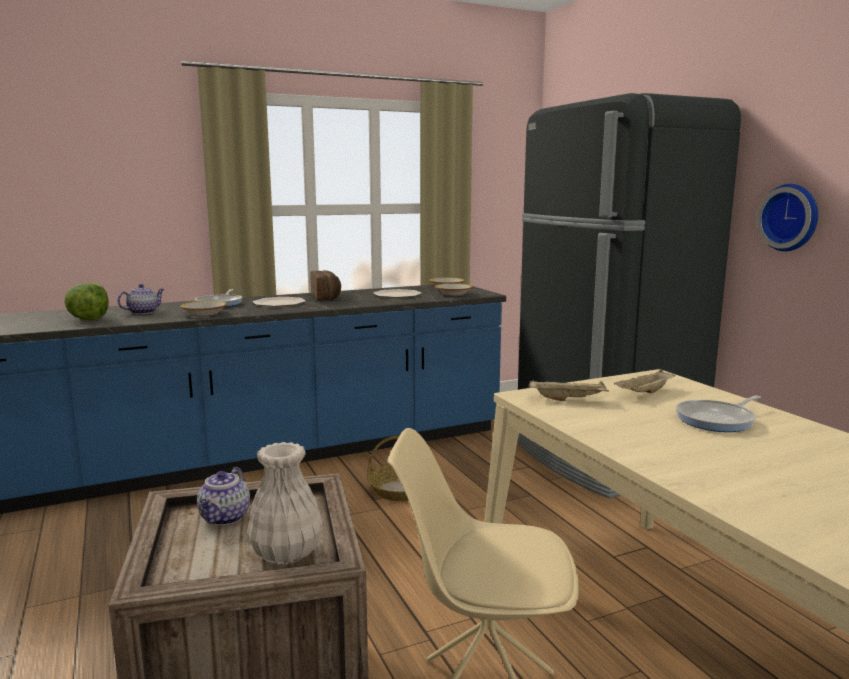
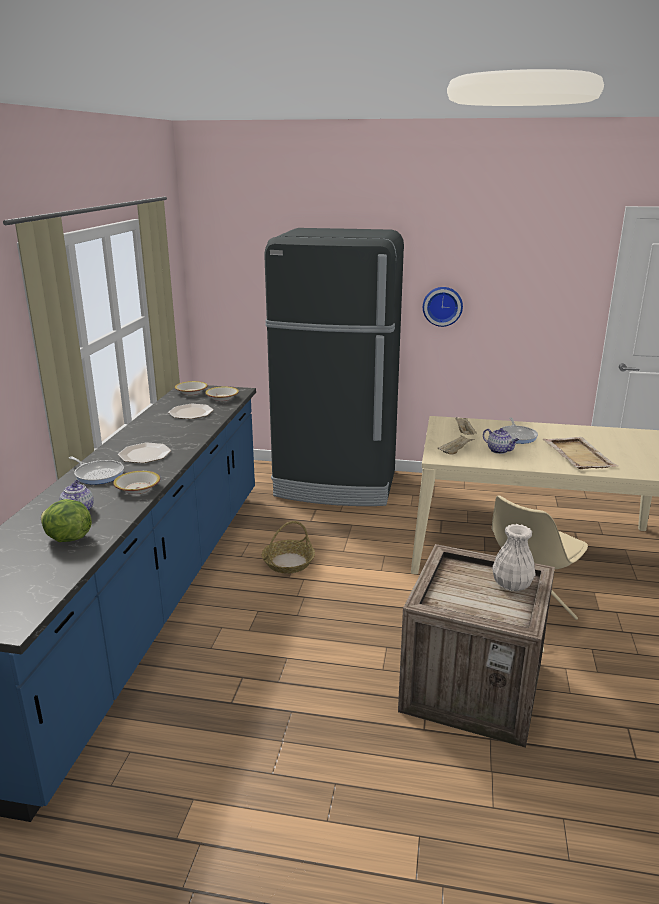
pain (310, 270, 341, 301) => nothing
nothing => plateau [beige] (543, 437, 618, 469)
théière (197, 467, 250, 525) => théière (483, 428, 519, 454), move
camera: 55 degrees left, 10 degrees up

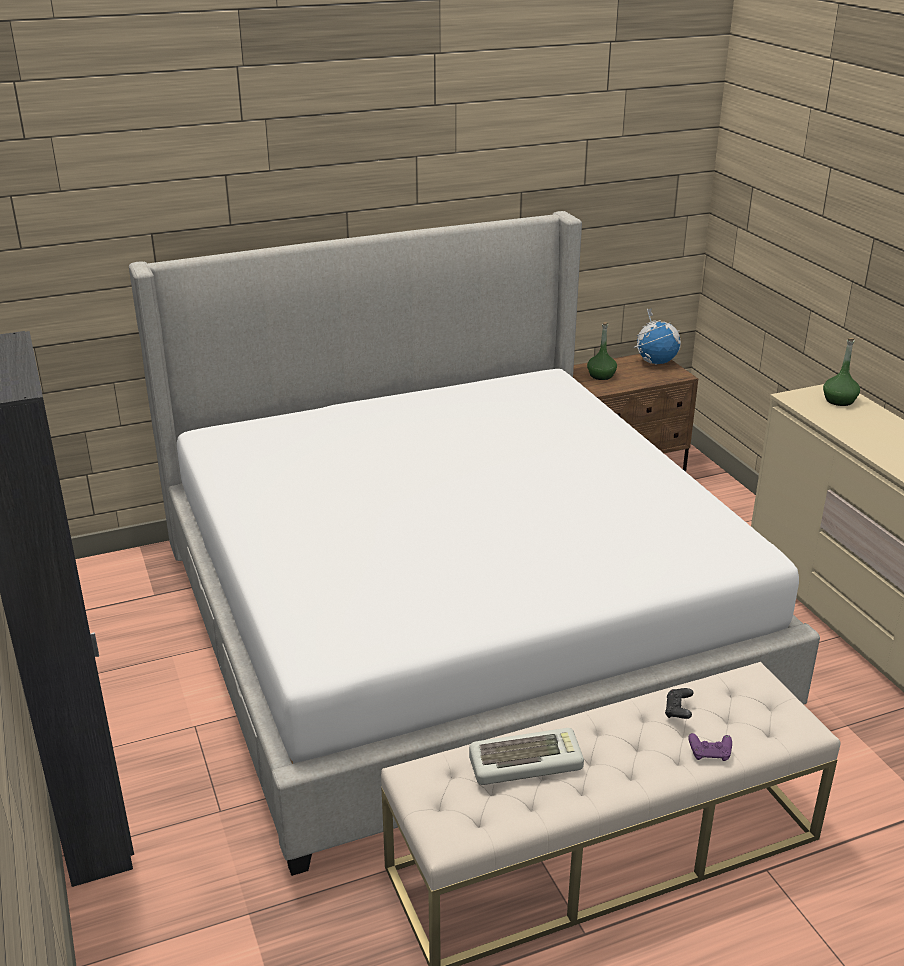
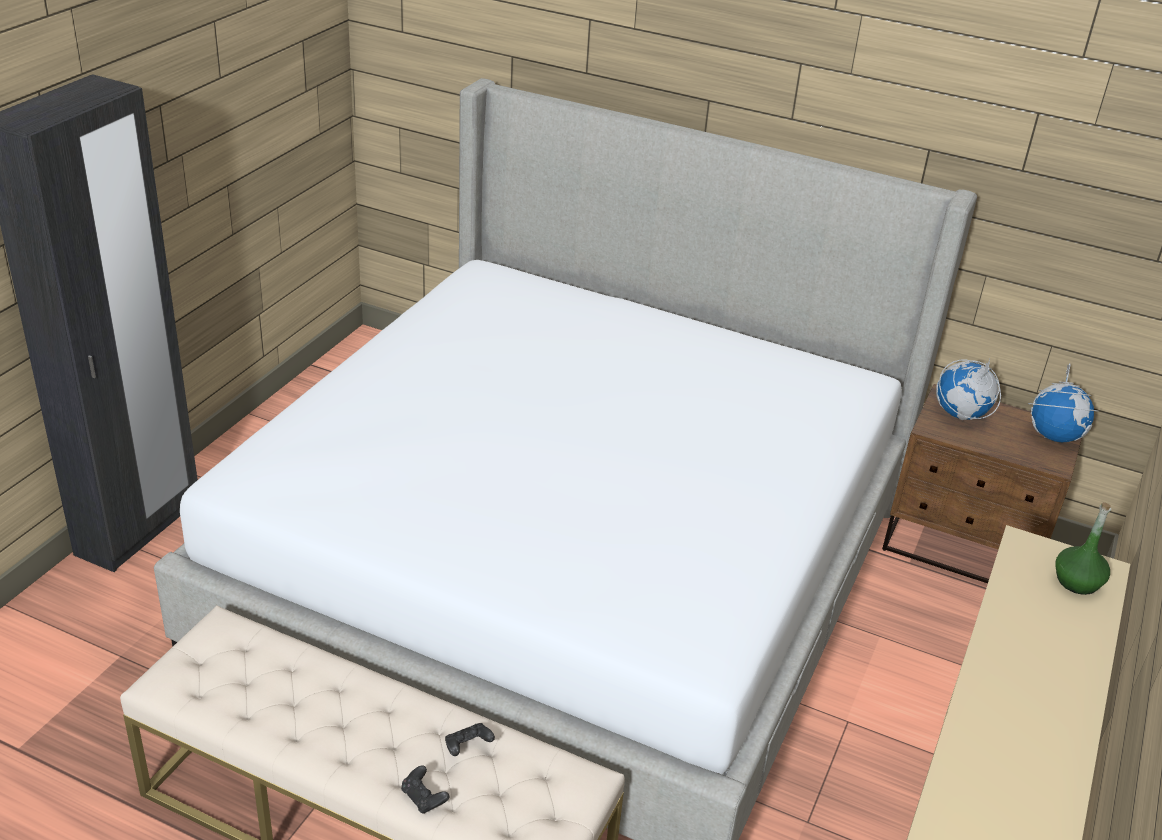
clavier (469, 728, 584, 785) => nothing
bouteille [vert] (587, 322, 617, 380) => globe (936, 359, 1001, 420)
manette [violet] (688, 733, 732, 761) => manette [noir] (401, 765, 449, 814)
camera: 45 degrees right, 5 degrees up

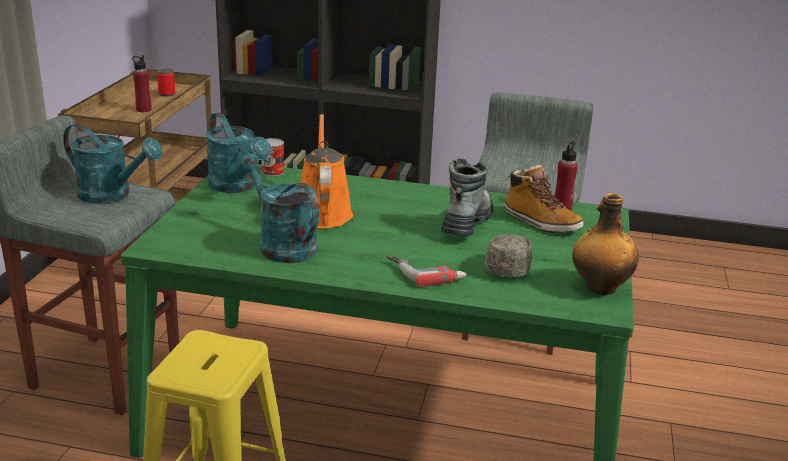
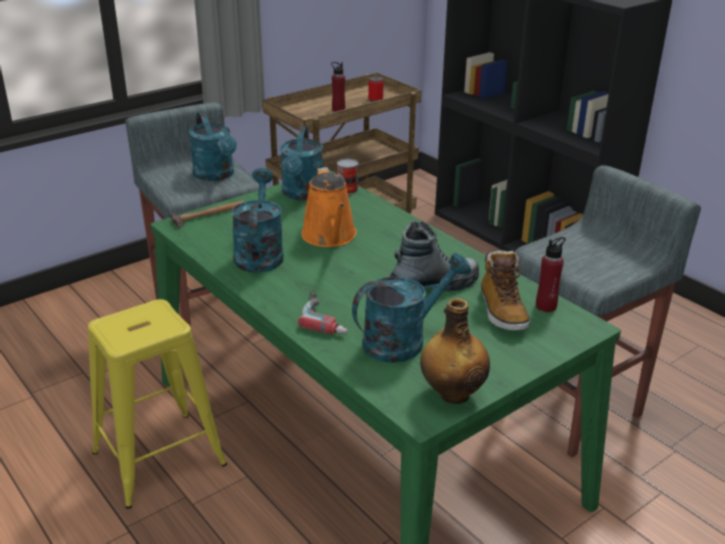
nothing => marteau (171, 200, 246, 228)
casquette [gris] (485, 234, 532, 277) => arrosoir [turquoise] (352, 253, 471, 363)
arrosoir [orange] (300, 114, 353, 228) => arrosoir [orange] (301, 167, 357, 247), 135 degrees clockwise
camera: 40 degrees right, 5 degrees up

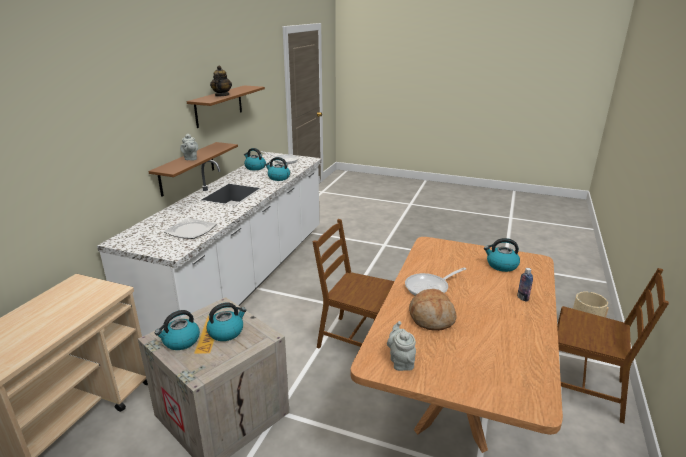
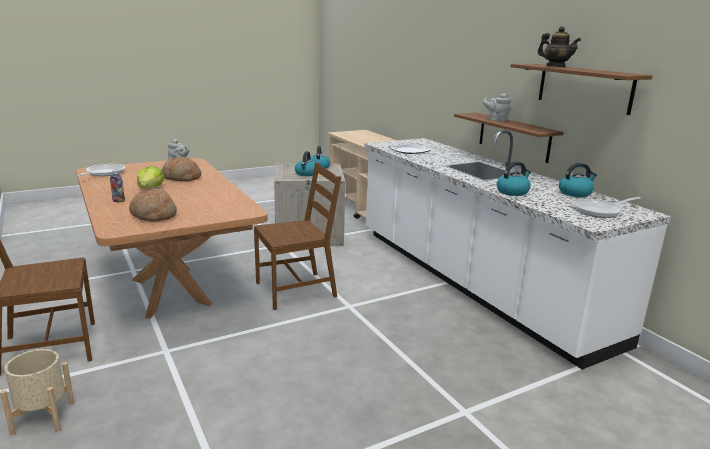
nothing => laitue (137, 166, 164, 189)
poêle (405, 267, 466, 295) => poêle (76, 164, 125, 176), move
bouilloire (484, 238, 520, 272) => pain (129, 189, 177, 222)
camera: 130 degrees right, 5 degrees down

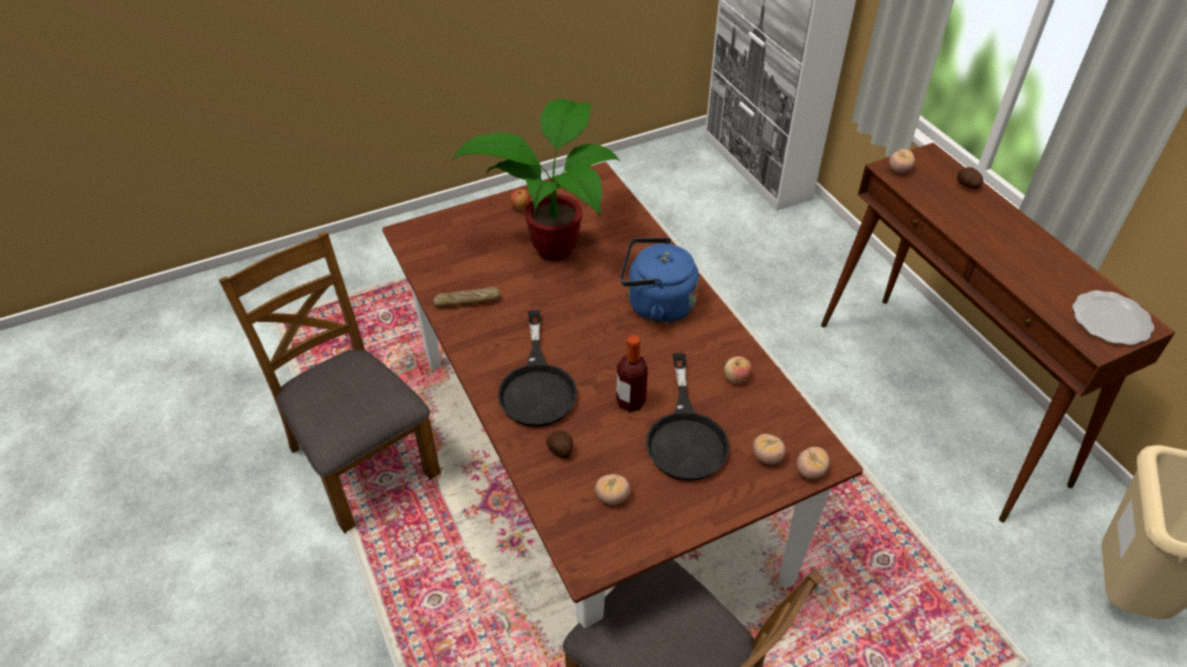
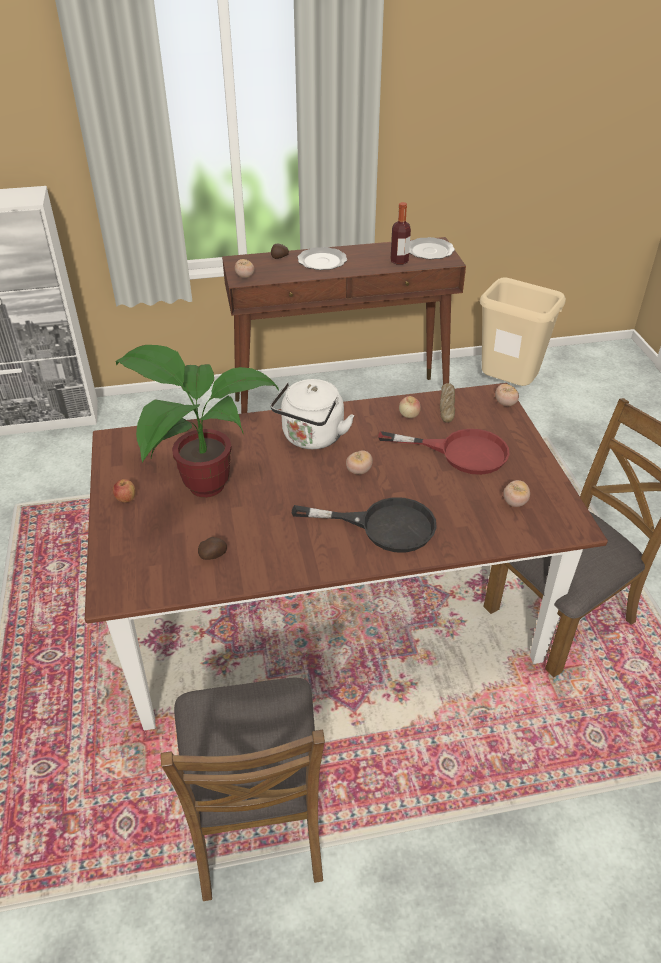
nothing => assiette (297, 247, 347, 270)
pain (433, 287, 501, 306) => pain (440, 383, 455, 423), move
pomme de terre (546, 431, 573, 459) => pomme de terre (198, 537, 227, 560), move
bouteille (616, 335, 648, 412) => bouteille (391, 202, 411, 265), move
tomate (753, 434, 786, 464) => tomate (346, 450, 373, 474), move
bouilloire [bleu] (620, 238, 699, 323) => bouilloire [blanc] (270, 379, 354, 449)
poêle [noir] (646, 353, 729, 481) => poêle [rouge] (378, 429, 510, 475)
chaise [marron] (219, 232, 441, 534) => chaise [marron] (161, 678, 325, 901), 75 degrees counterclockwise
camera: 75 degrees left, 5 degrees down

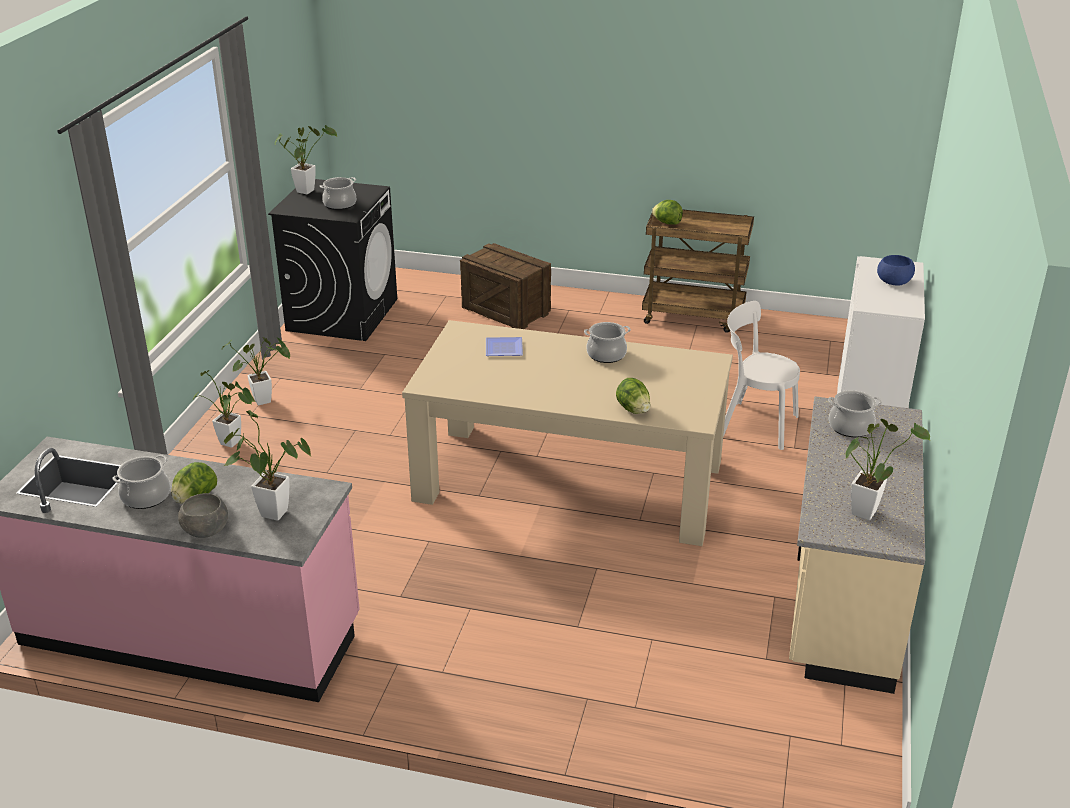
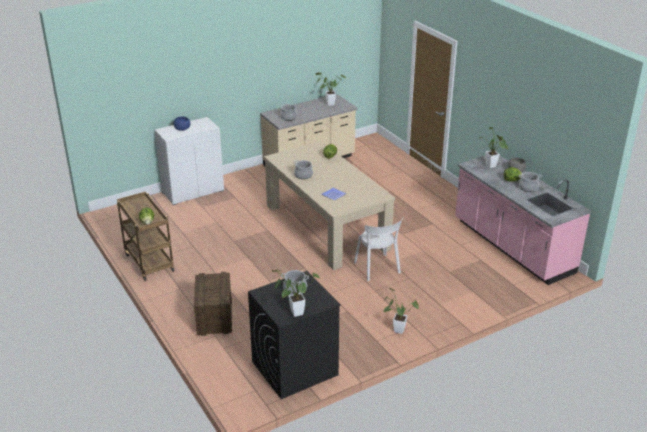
plante en pot (191, 370, 256, 448) => nothing
chaise [blanc] (723, 301, 800, 450) => chaise [blanc] (354, 217, 404, 281), move
camera: 135 degrees left, 0 degrees up

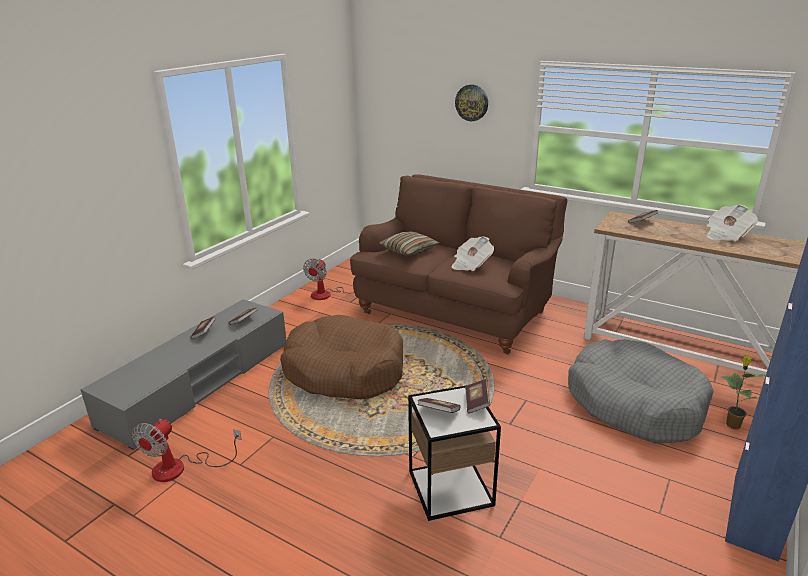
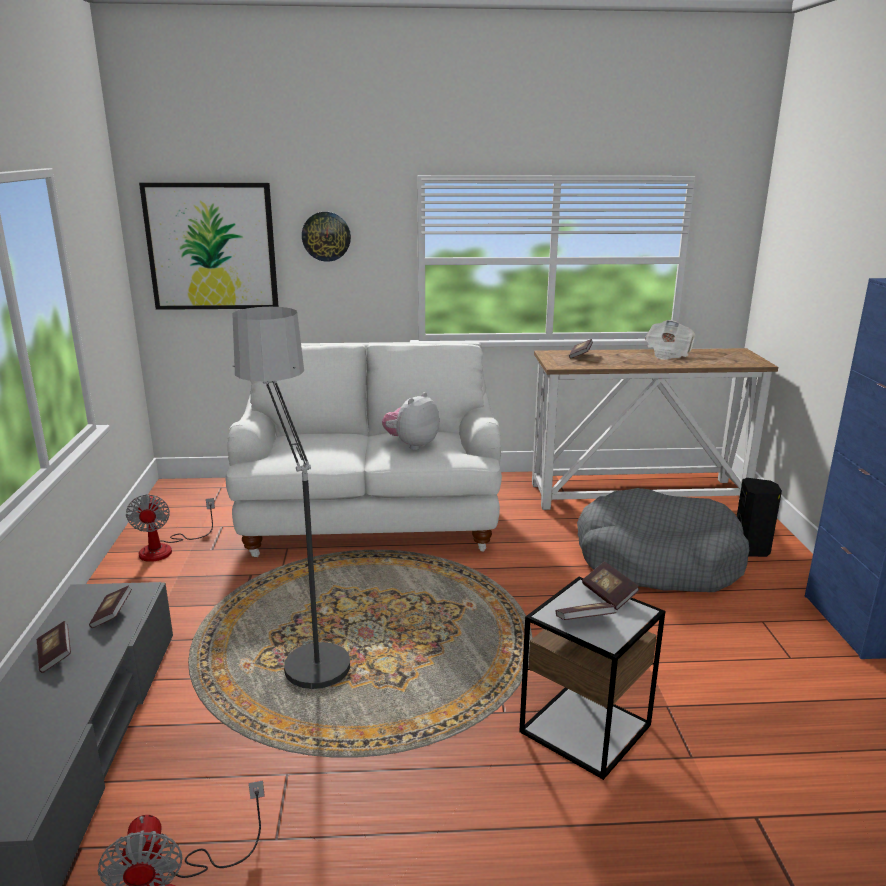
coussin (379, 231, 439, 256) => nothing
nothing => tableau (139, 182, 278, 310)
panier pour chien [marron] (280, 315, 403, 399) => lampadaire (232, 307, 350, 689)
journal (452, 236, 494, 271) => peluche (382, 392, 439, 450)
plante en pot (721, 355, 766, 429) => enceinte [noir] (737, 478, 782, 557)
canapé [marron] (350, 174, 567, 354) => canapé [blanc] (226, 342, 502, 557)
camera: 35 degrees left, 5 degrees down

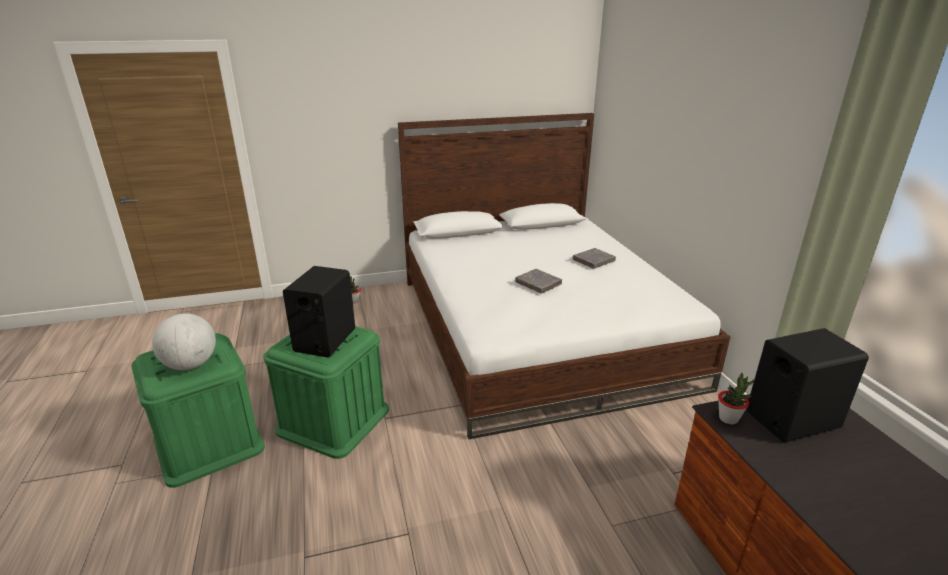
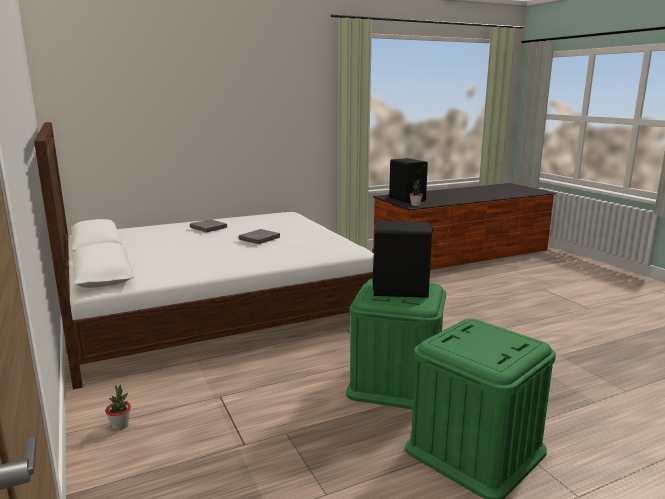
globe (152, 313, 216, 370) => nothing
camera: 100 degrees left, 10 degrees down

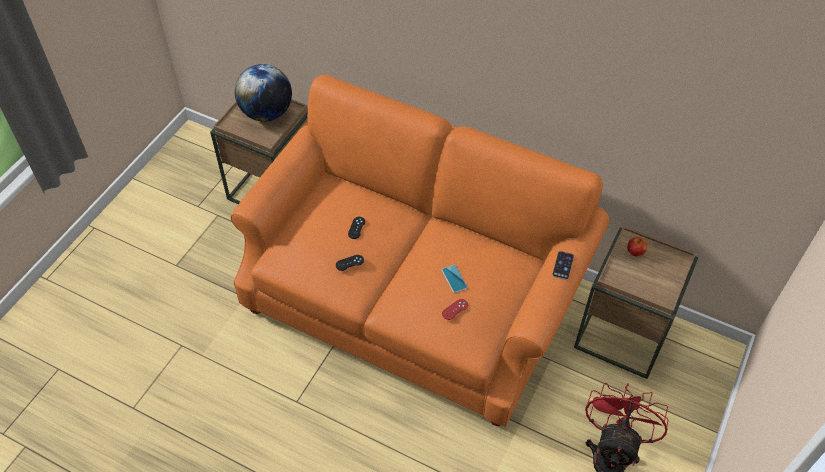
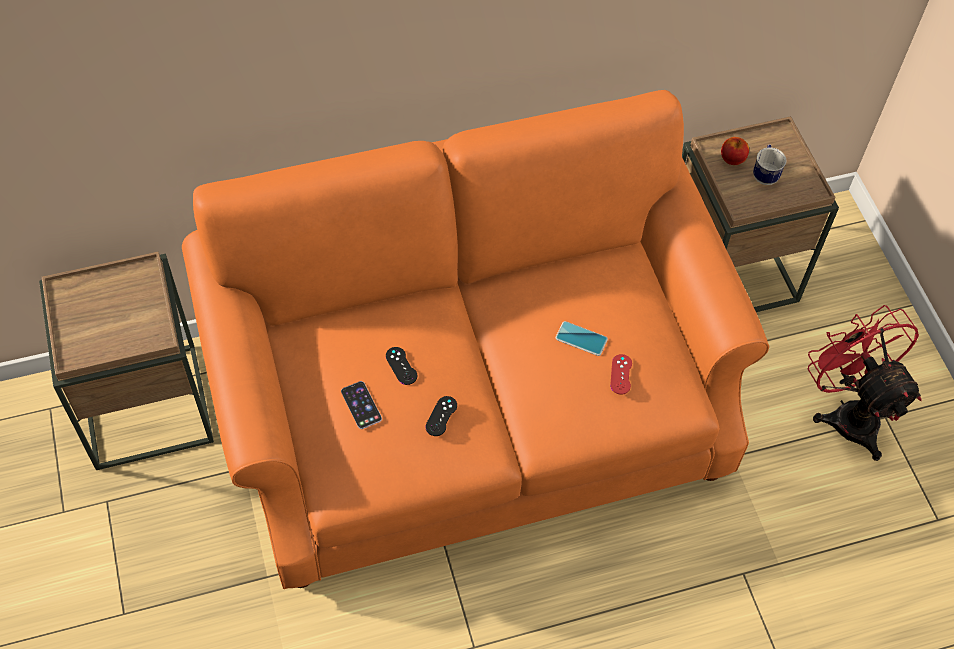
globe (235, 64, 292, 122) => nothing
nothing => mug (753, 144, 786, 185)
téléphone (552, 251, 574, 280) => téléphone (341, 381, 382, 429), move
camera: 45 degrees left, 5 degrees up

